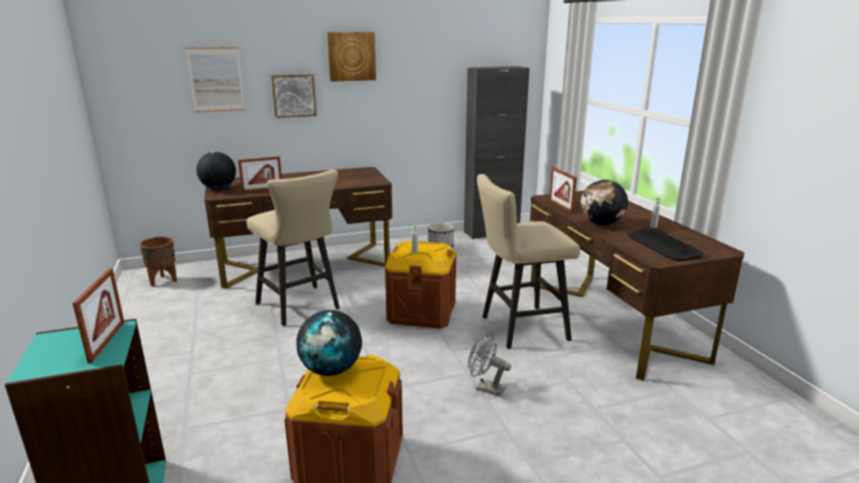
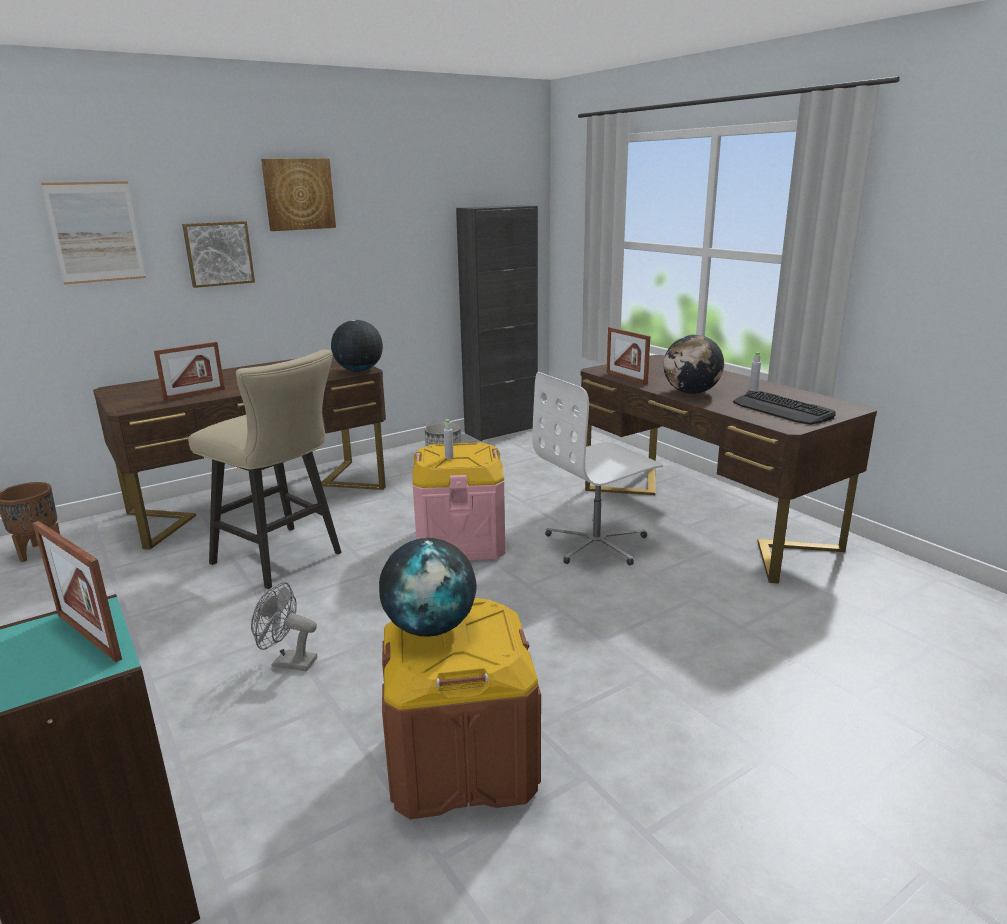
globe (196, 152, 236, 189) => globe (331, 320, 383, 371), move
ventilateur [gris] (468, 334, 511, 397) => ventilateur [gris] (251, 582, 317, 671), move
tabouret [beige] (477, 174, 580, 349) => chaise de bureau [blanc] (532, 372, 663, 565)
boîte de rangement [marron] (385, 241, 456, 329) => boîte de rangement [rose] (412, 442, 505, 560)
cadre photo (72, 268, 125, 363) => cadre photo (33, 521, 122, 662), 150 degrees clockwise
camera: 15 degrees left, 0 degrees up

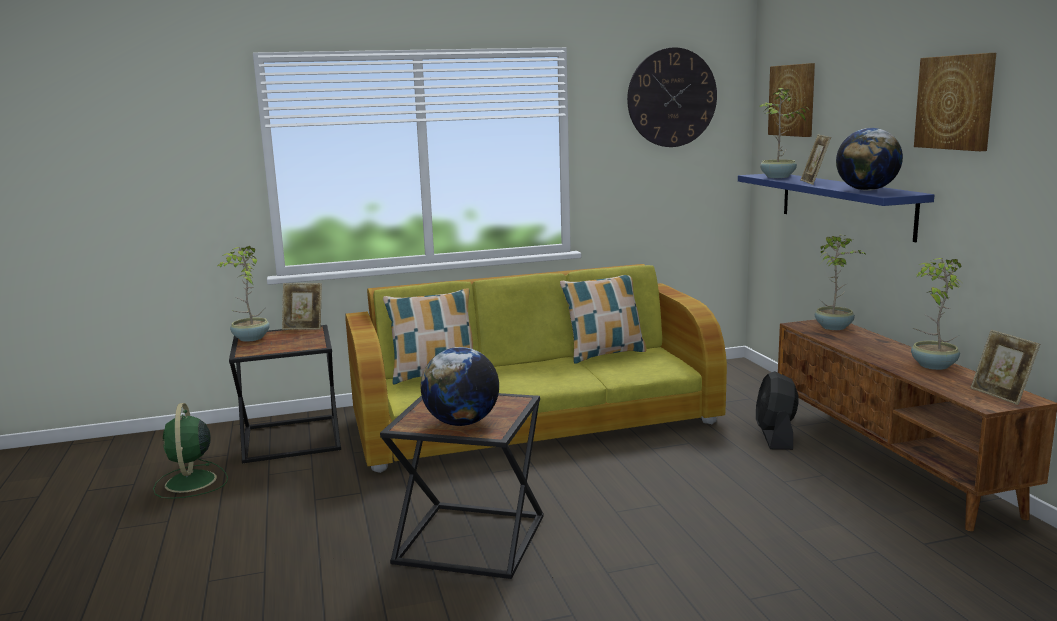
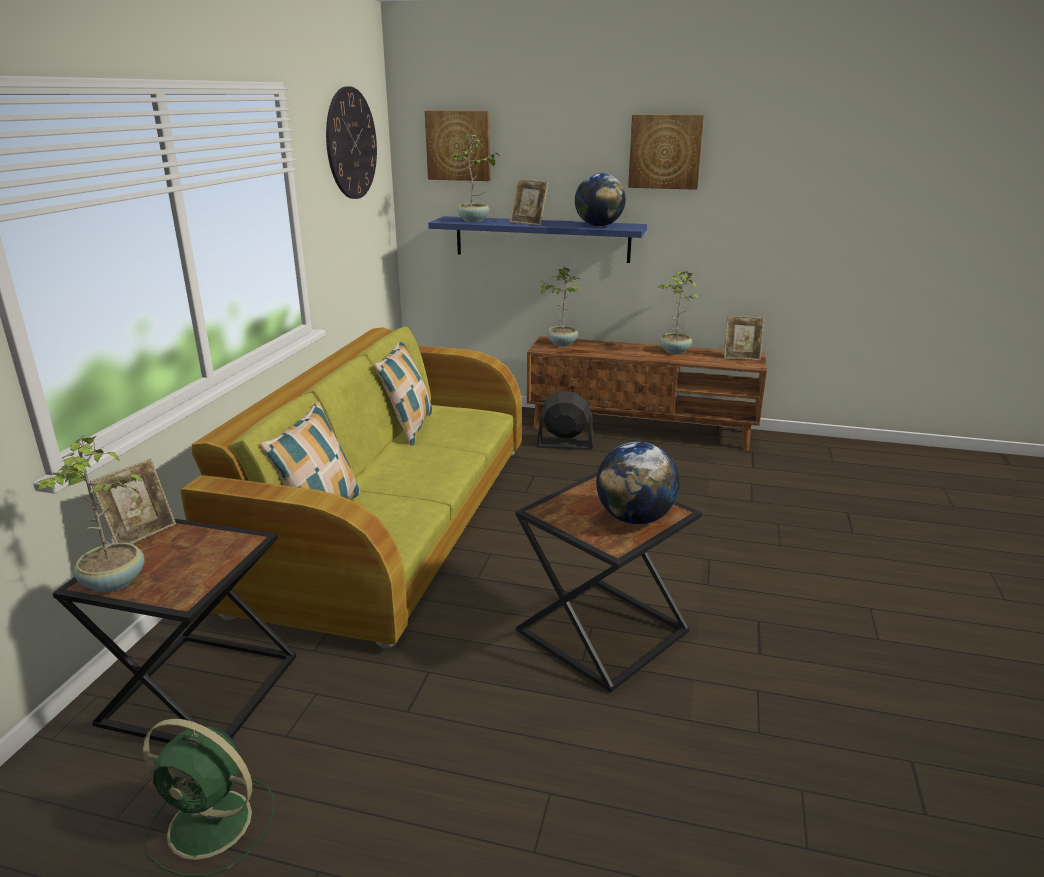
ventilateur [noir] (756, 371, 799, 450) => ventilateur [noir] (536, 392, 593, 450), 150 degrees clockwise
camera: 60 degrees left, 10 degrees up

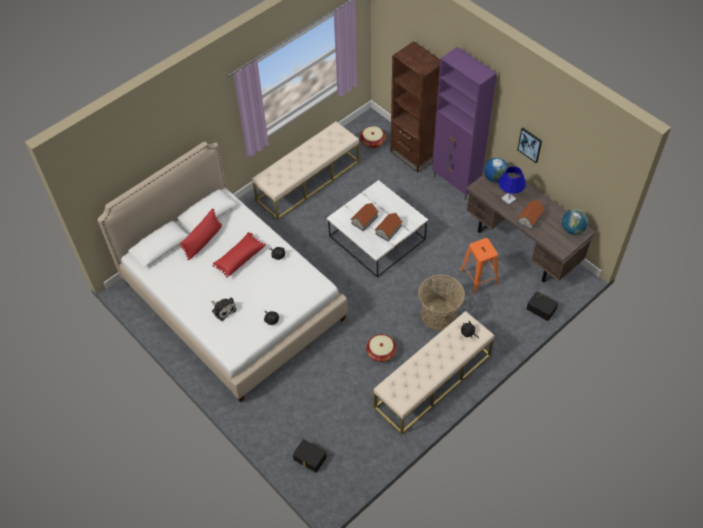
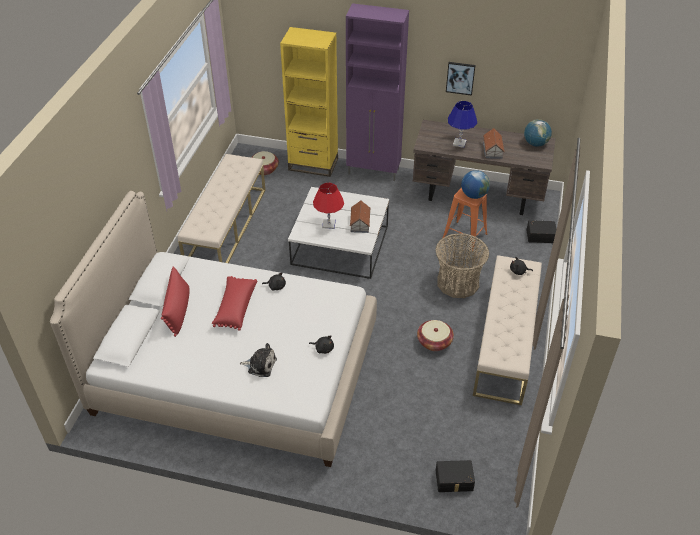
globe (484, 158, 508, 183) => globe (461, 170, 490, 199), move
maison miniature (350, 203, 379, 231) => lampe de table [rouge] (313, 183, 344, 229)
bibliothèque [marron] (390, 41, 440, 172) => bibliothèque [jaune] (280, 27, 338, 177)
camera: 35 degrees left, 10 degrees down

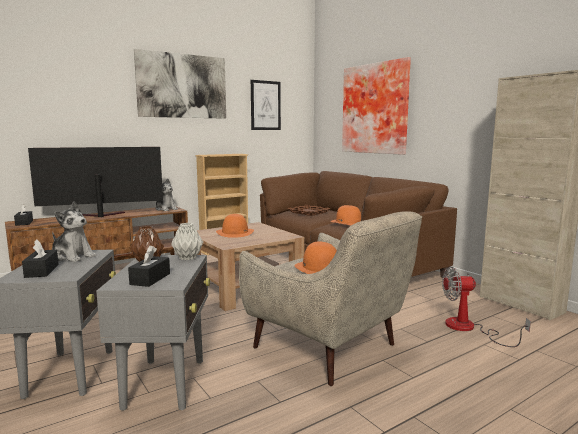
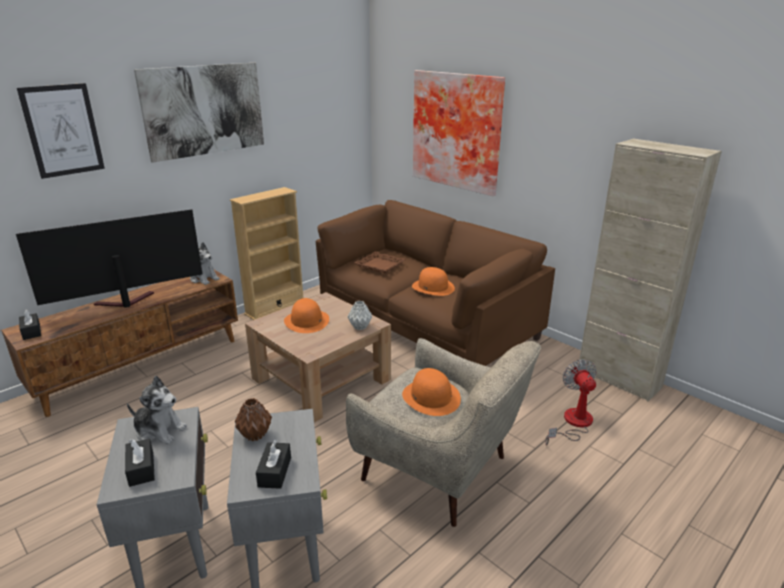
vase [gris] (171, 223, 203, 260) => vase [gris] (348, 301, 372, 330), move
tableau (251, 80, 281, 130) => tableau (17, 83, 105, 179), move
ventilateur (442, 267, 531, 347) => ventilateur (545, 359, 596, 445), 90 degrees clockwise
camera: 10 degrees left, 15 degrees up

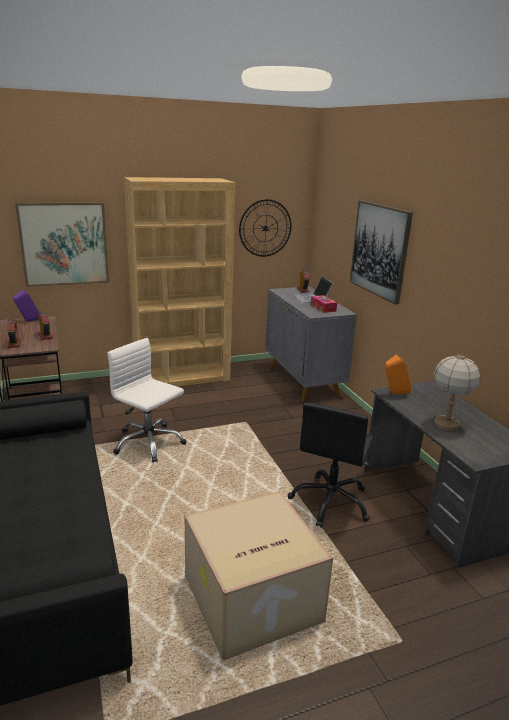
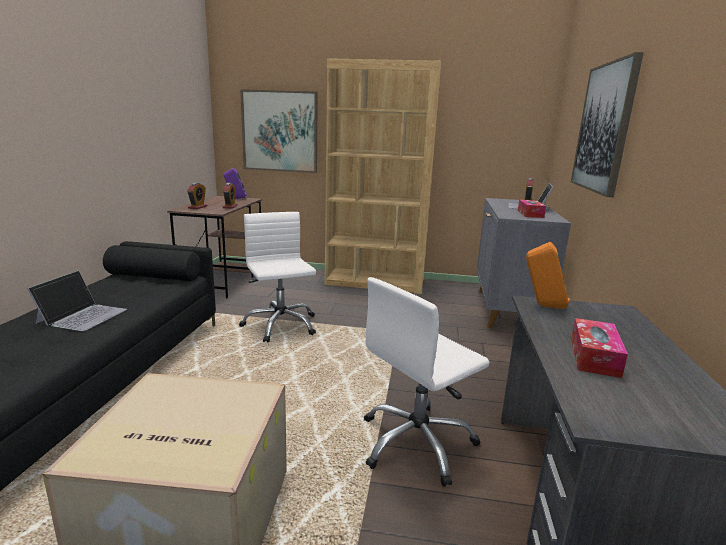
horloge murale (239, 199, 292, 257) => nothing
nothing => ordinateur portable (27, 270, 127, 331)
lampe de table (434, 354, 481, 430) => boîte à mouchoirs (571, 318, 628, 378)
chaise de bureau [noir] (288, 402, 374, 527) => chaise de bureau [blanc] (364, 277, 490, 487)
camera: 30 degrees right, 5 degrees down

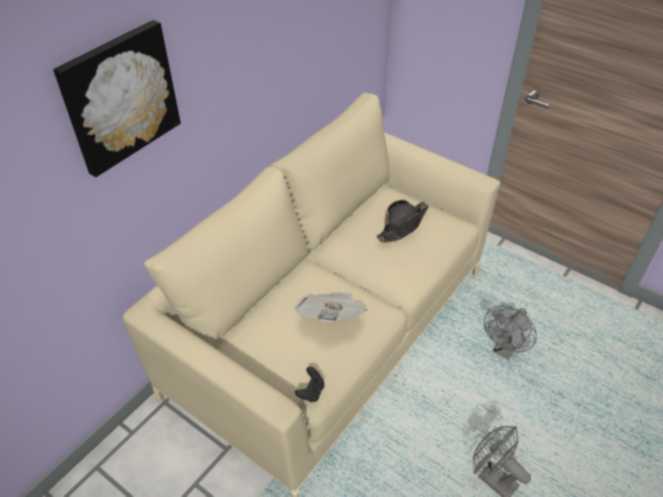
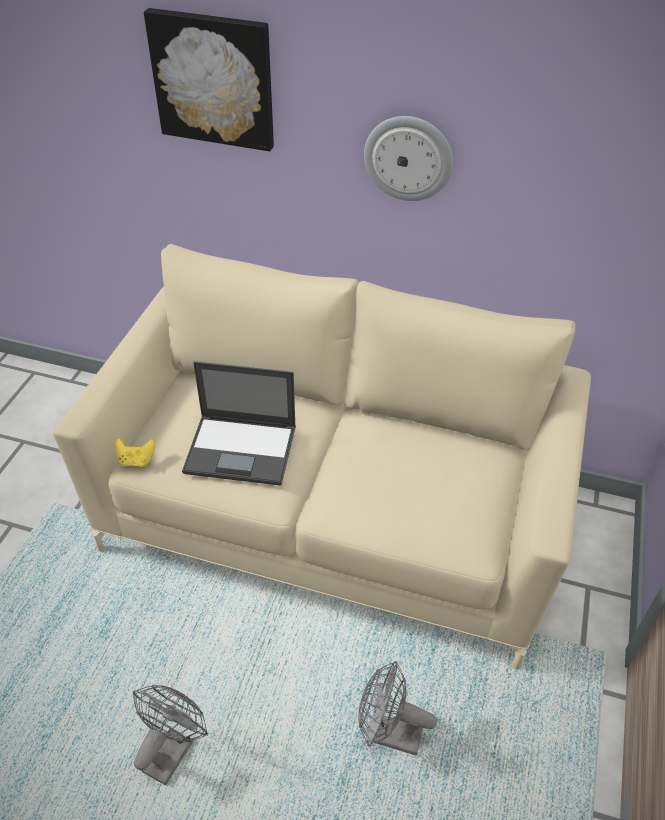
chapeau [noir] (377, 200, 429, 243) => nothing
nothing => horloge murale (364, 116, 453, 201)
journal (294, 291, 367, 322) => ordinateur portable (182, 361, 296, 486)
manette [noir] (295, 367, 324, 402) => manette [jaune] (115, 438, 155, 467)
camera: 70 degrees right, 0 degrees up

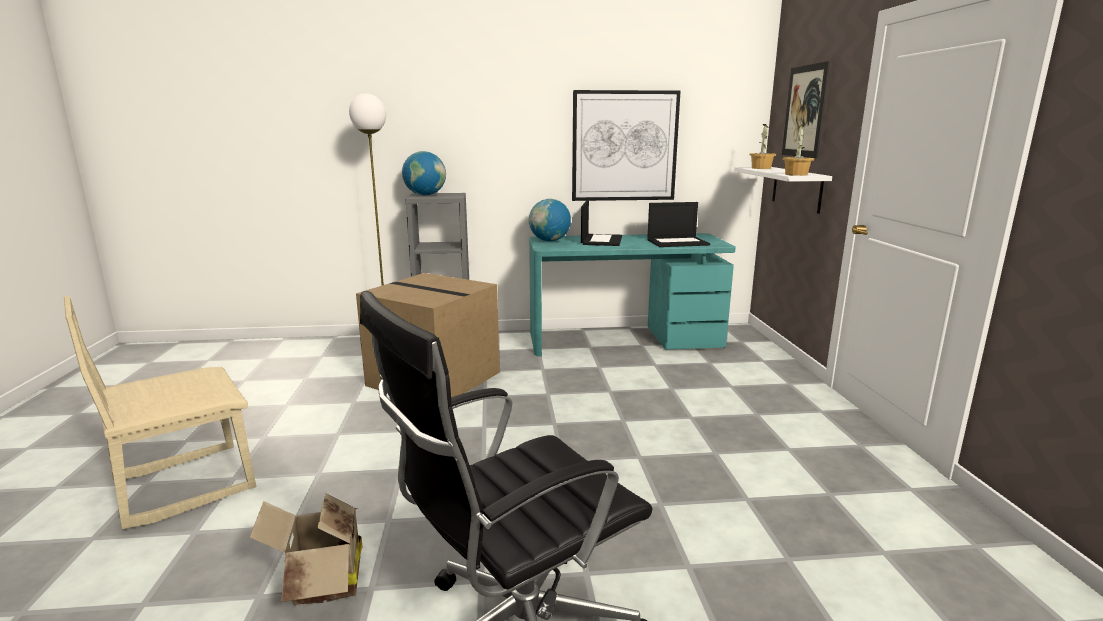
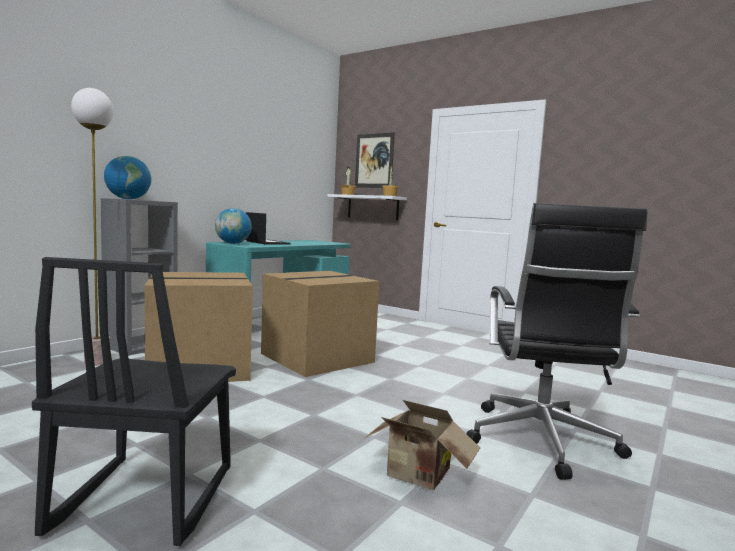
tableau (572, 90, 681, 201) => nothing
ordinateur portable (647, 202, 710, 247) => nothing
nothing => carton (261, 271, 379, 377)
chaise [beige] (64, 296, 256, 529) => chaise [noir] (32, 257, 236, 546)
camera: 50 degrees left, 10 degrees down

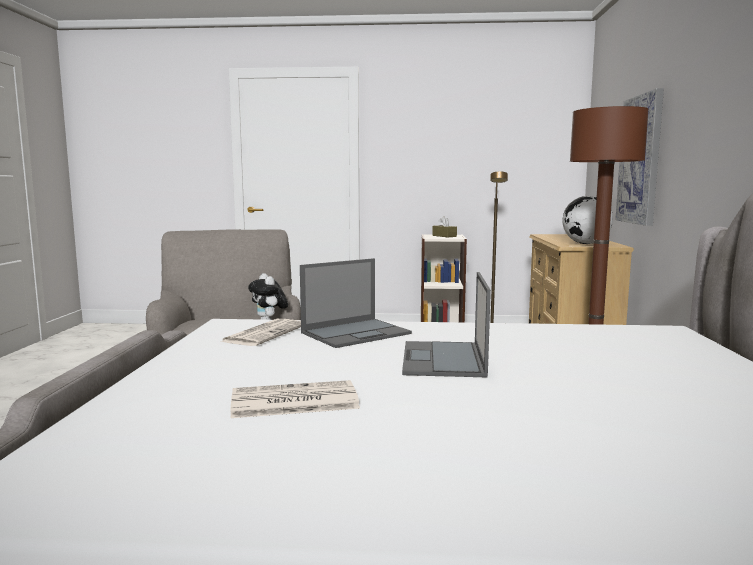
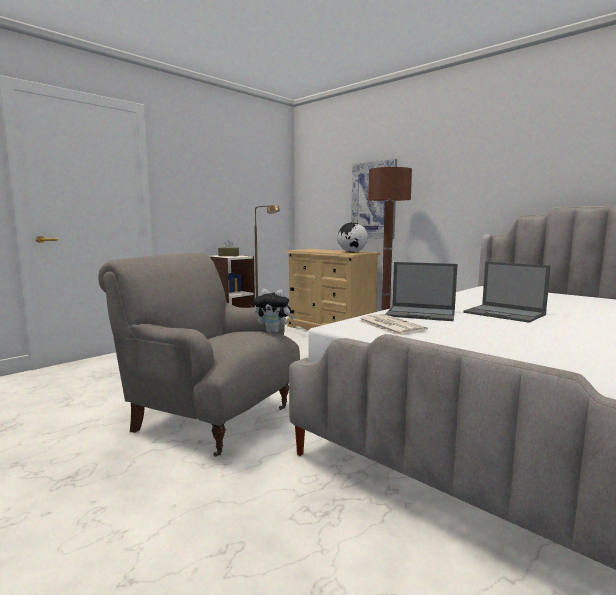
journal (231, 380, 360, 418) => nothing
ordinateur portable (300, 258, 412, 348) => ordinateur portable (386, 262, 458, 321), 105 degrees clockwise
camera: 50 degrees left, 0 degrees up

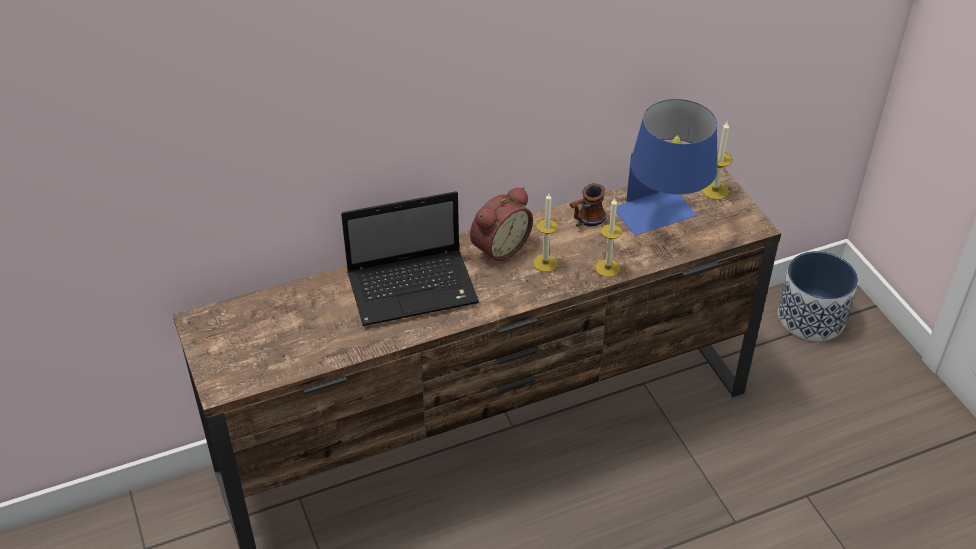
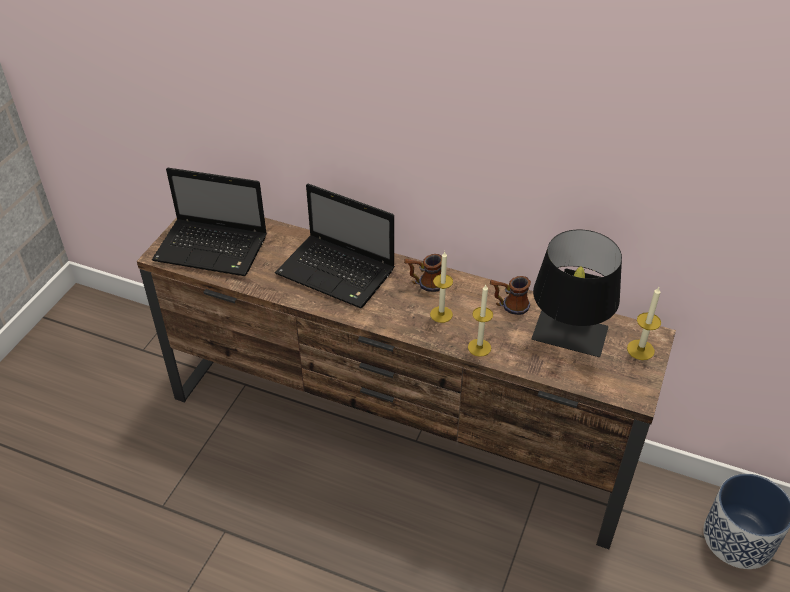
nothing => ordinateur portable (152, 168, 267, 276)
réveil (470, 187, 533, 264) => mug (404, 254, 442, 292)
lampe de table [bleu] (616, 99, 717, 235) => lampe de table [noir] (531, 230, 622, 357)
camera: 45 degrees right, 0 degrees up

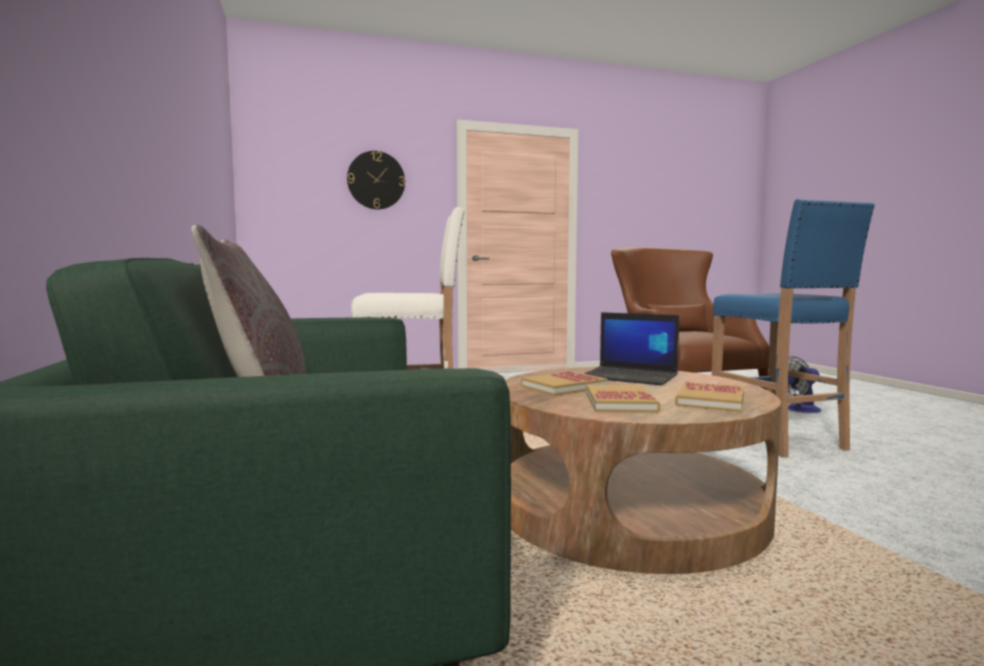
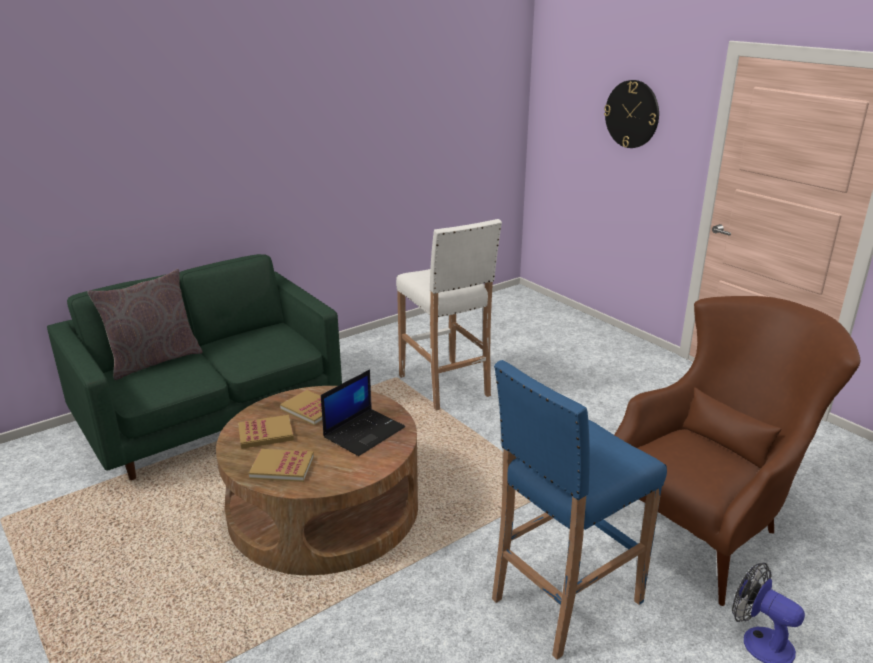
ordinateur portable (584, 312, 679, 385) => ordinateur portable (321, 370, 405, 456), 150 degrees counterclockwise
camera: 70 degrees right, 20 degrees up

